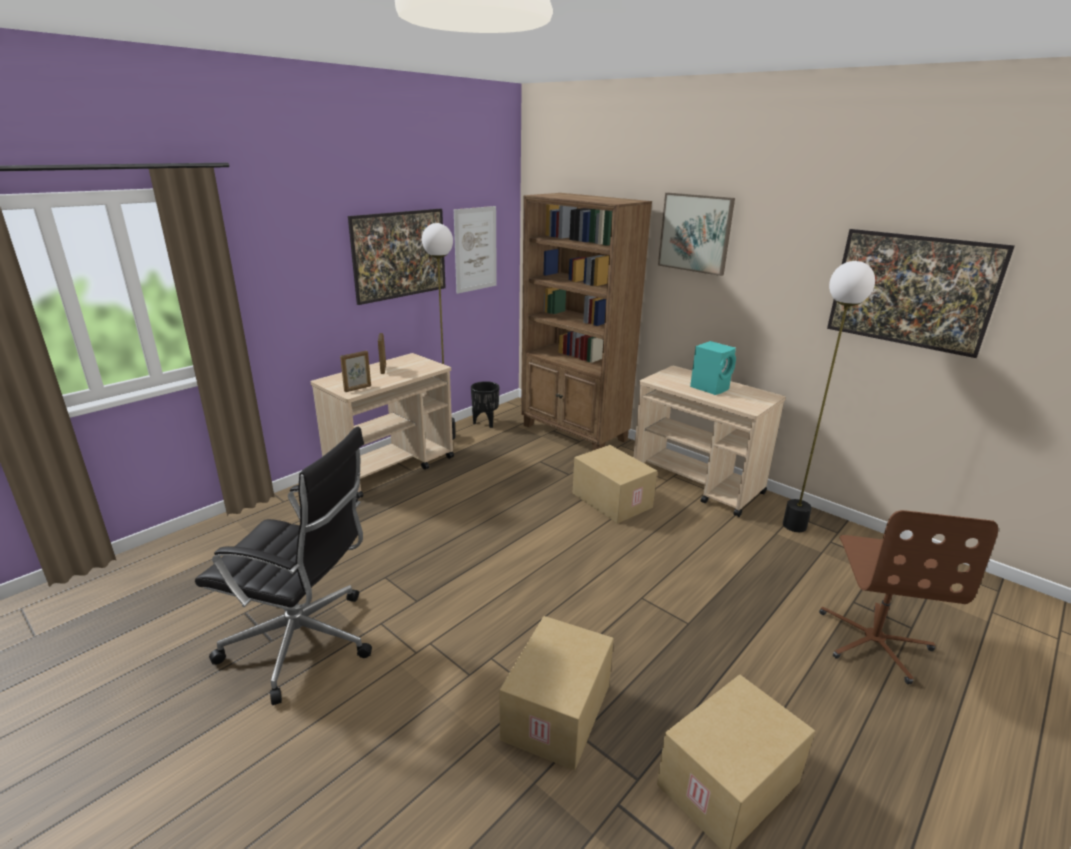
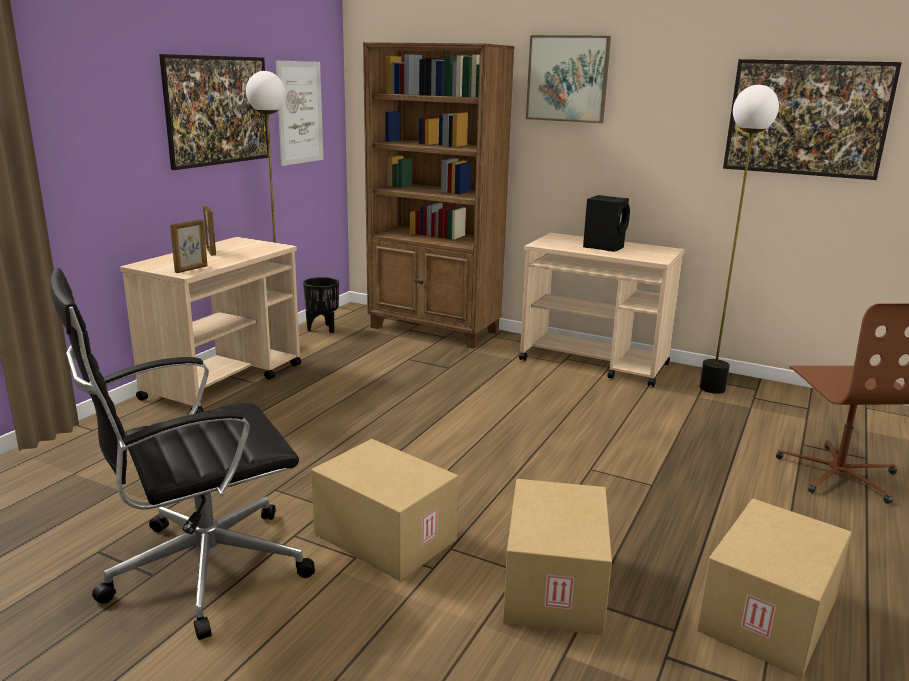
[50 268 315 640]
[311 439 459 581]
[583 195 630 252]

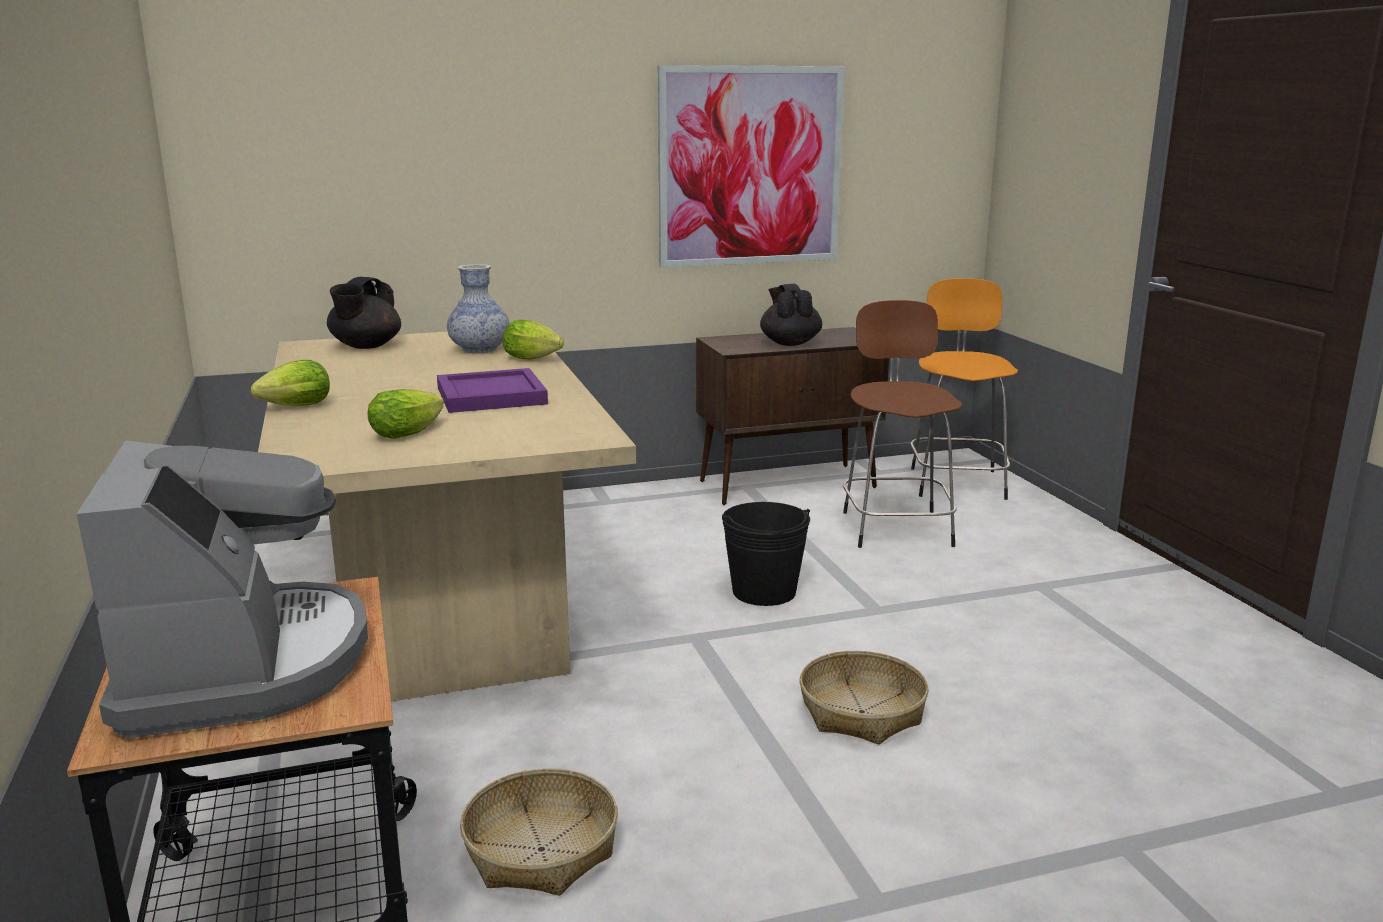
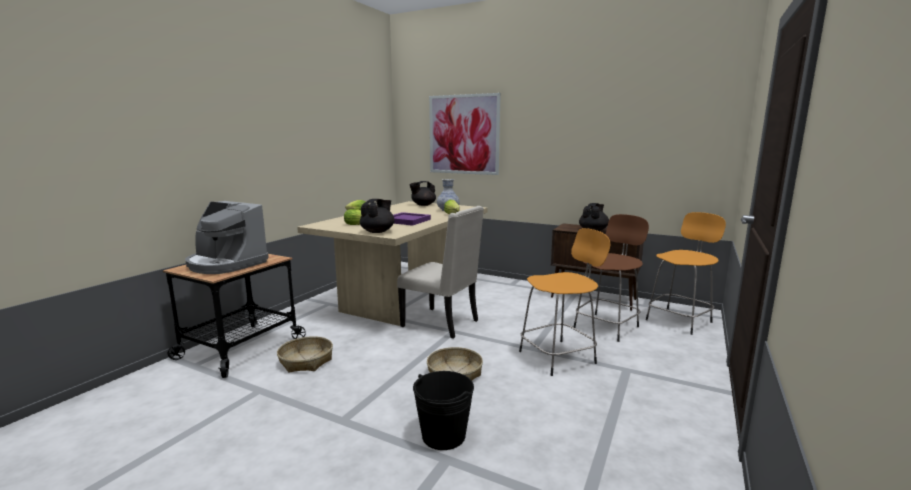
[185 201 269 274]
[360 199 395 233]
[397 206 484 339]
[413 371 474 450]
[429 93 501 175]
[519 228 611 376]

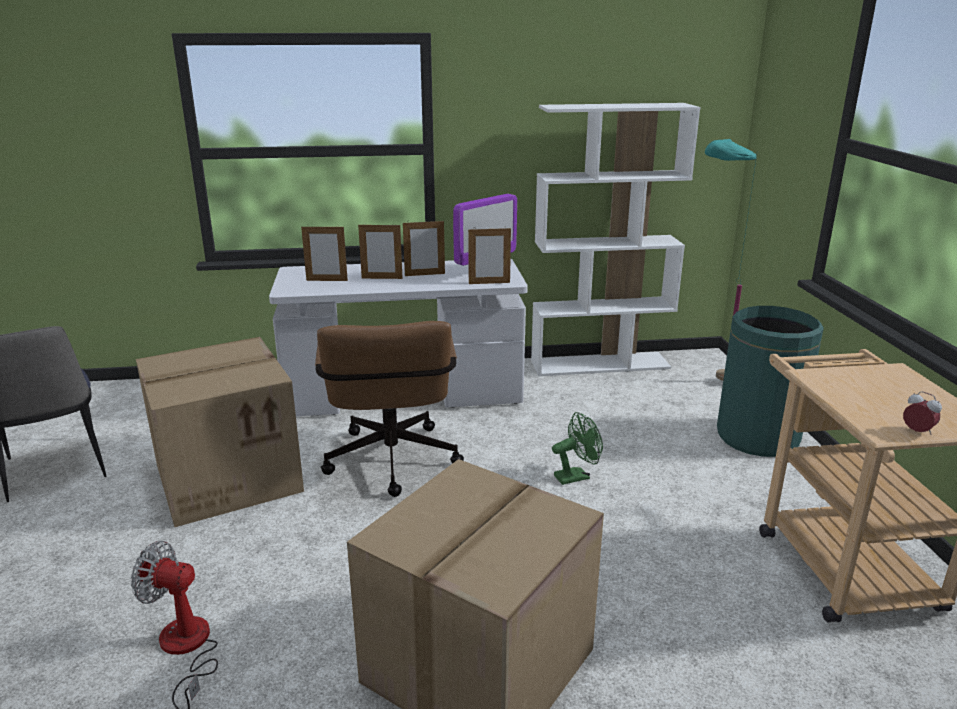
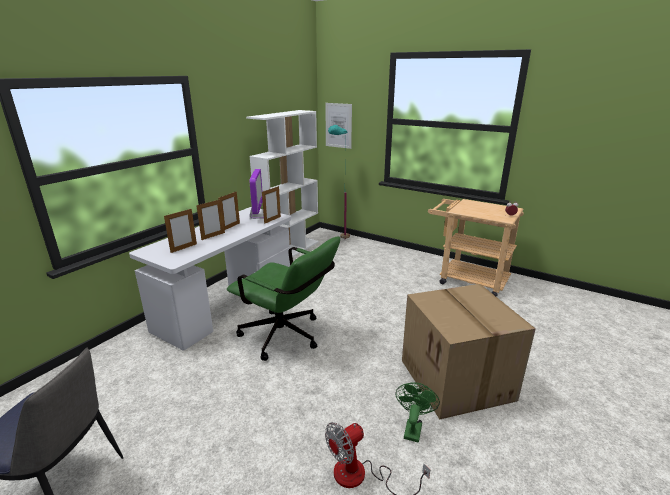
[227 237 340 361]
[325 103 352 149]
[395 382 440 443]
[136 337 304 527] (first image)
[717 306 824 457] (first image)

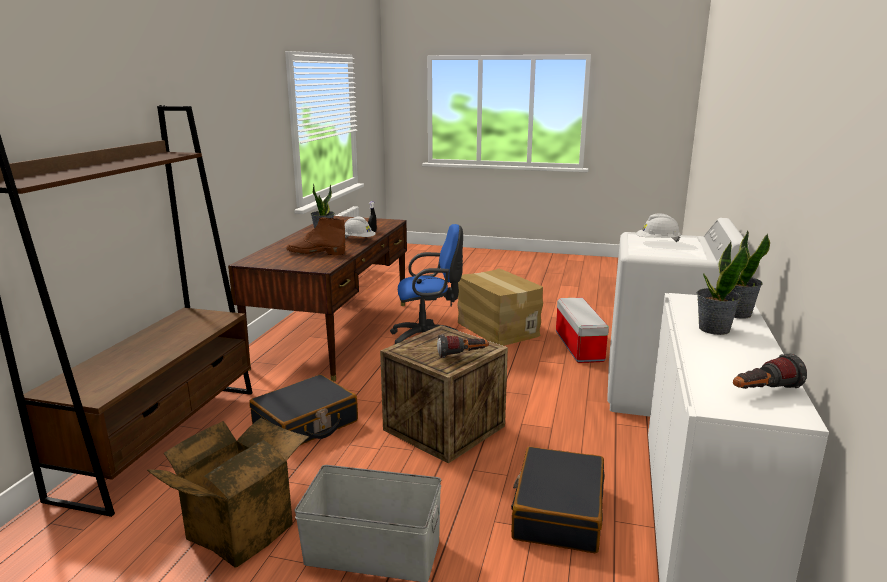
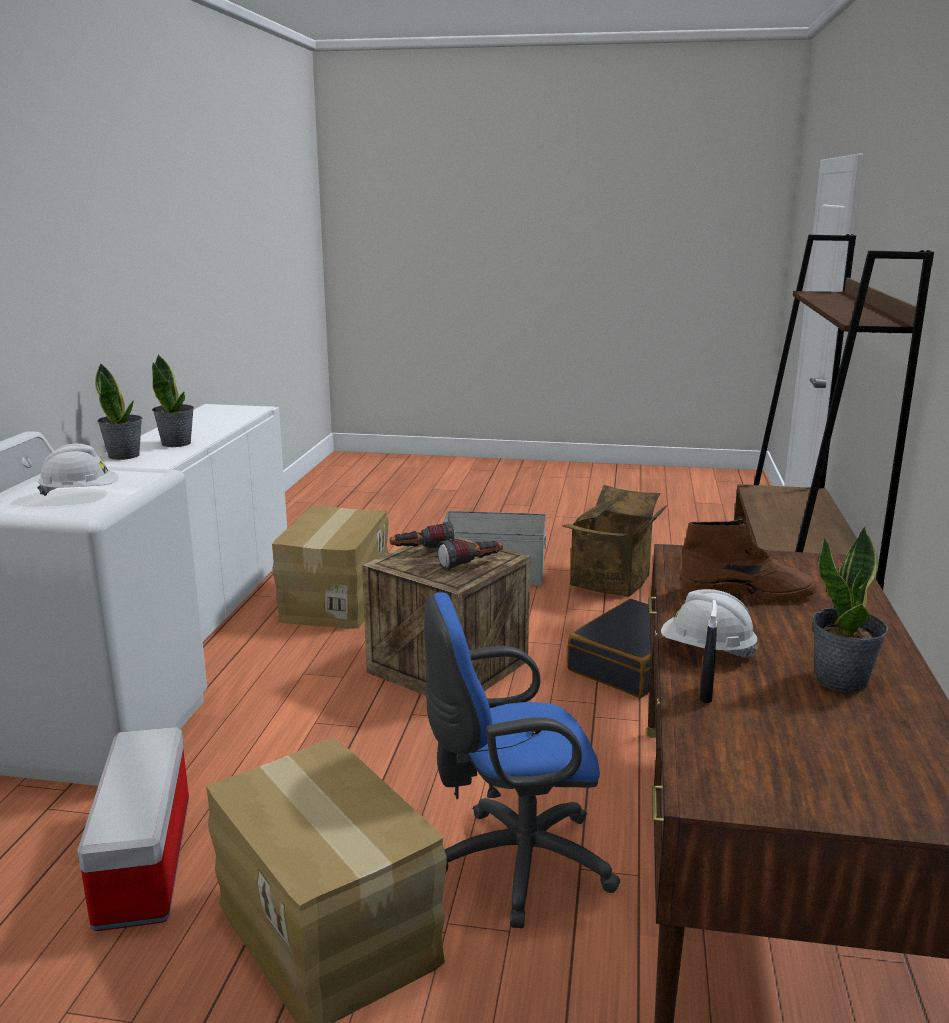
[272 505 388 629]
[438 540 503 571]

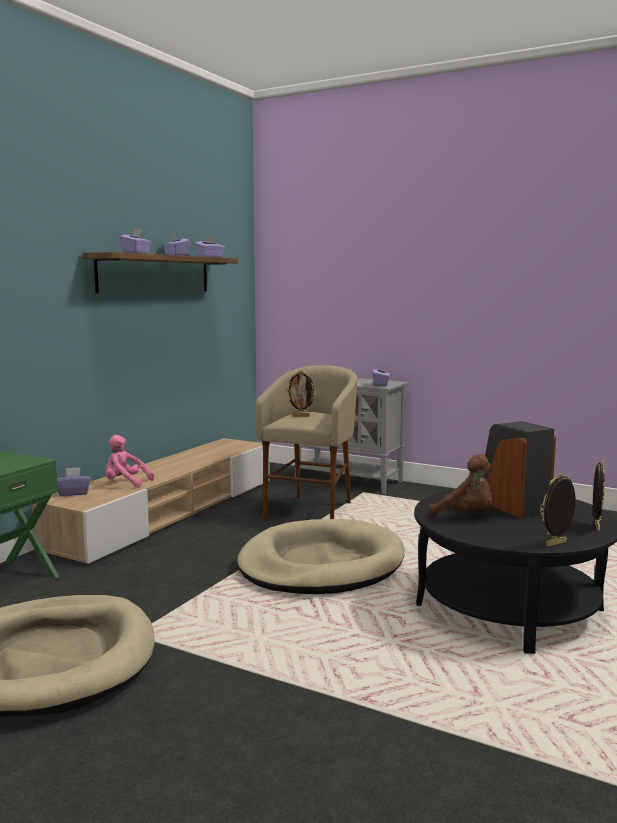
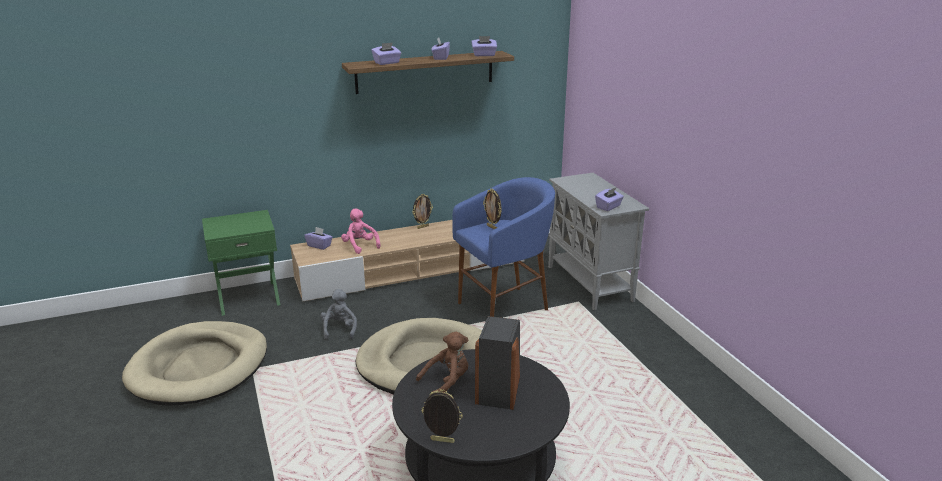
[320 289 357 339]
[413 194 433 229]
[416 332 468 393]
[452 177 555 317]

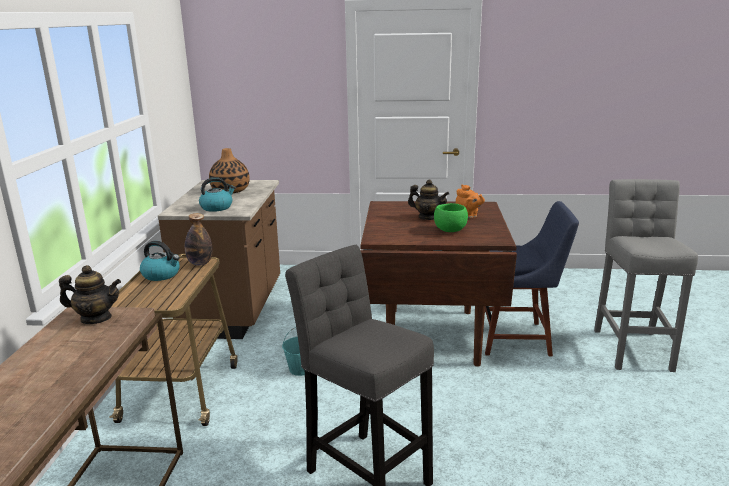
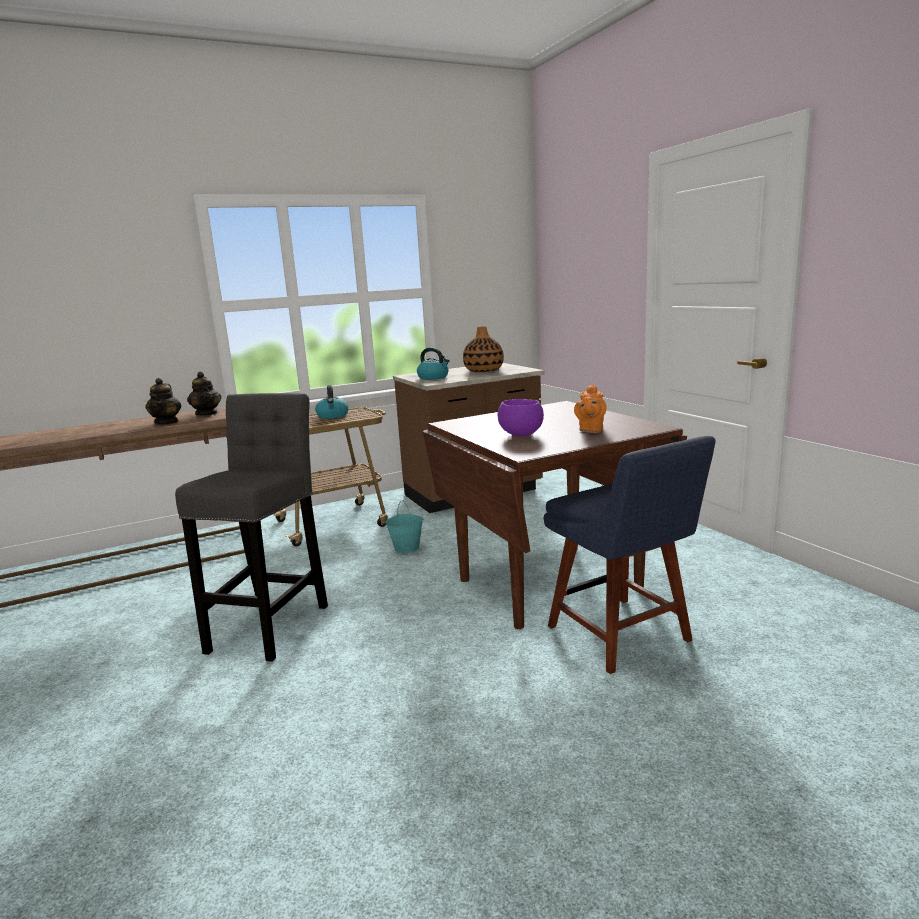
[146 378 181 424]
[498 399 544 436]
[185 213 213 266] (first image)
[594 179 698 372] (first image)

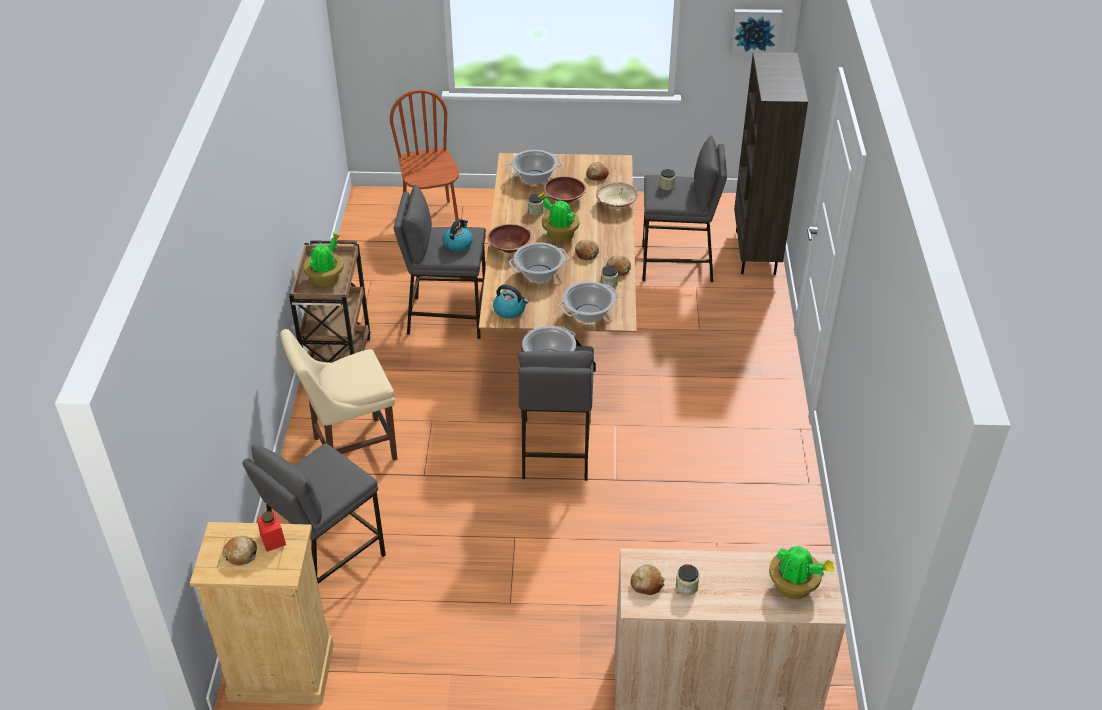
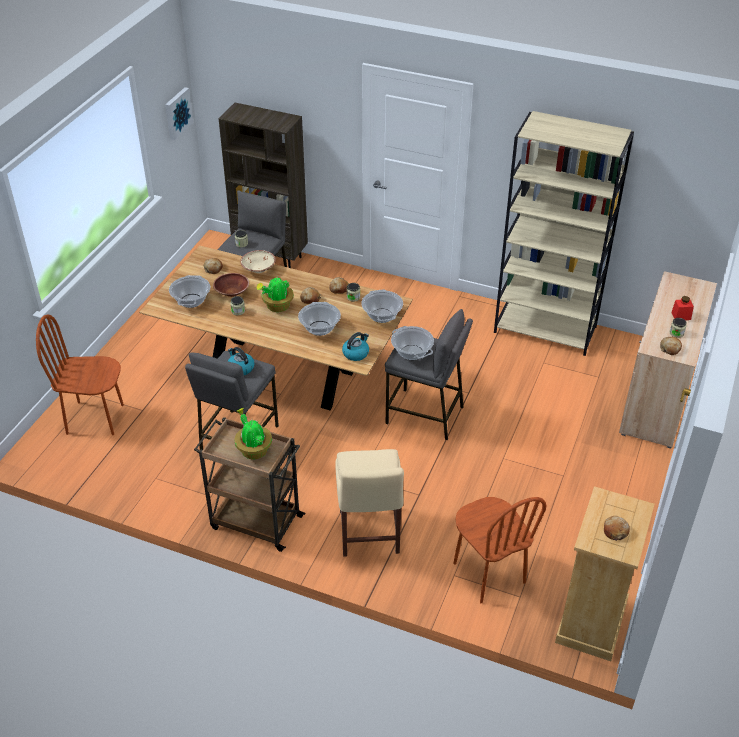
[453 497 547 603]
[494 111 634 356]
[671 296 694 320]
[488 224 532 253] (first image)
[769 544 834 599] (first image)

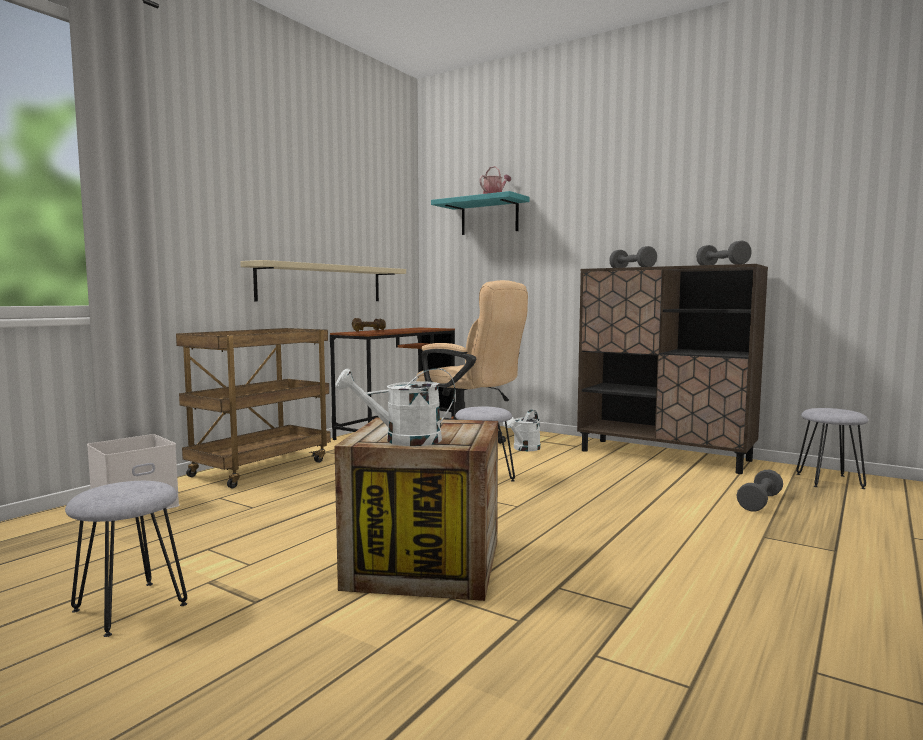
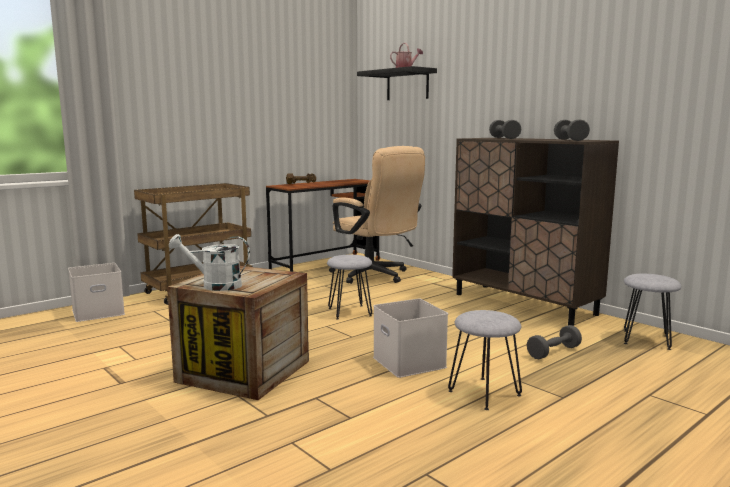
[357 66 437 100]
[373 299 448 378]
[448 310 522 410]
[240 260 406 302] (first image)
[503 410 541 451] (first image)

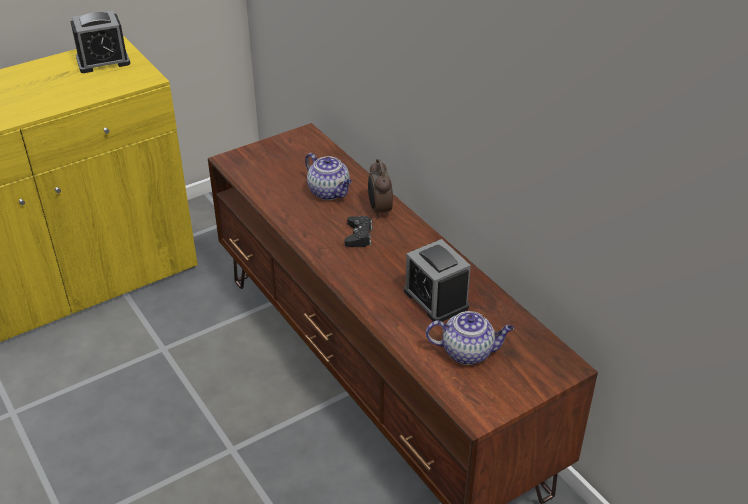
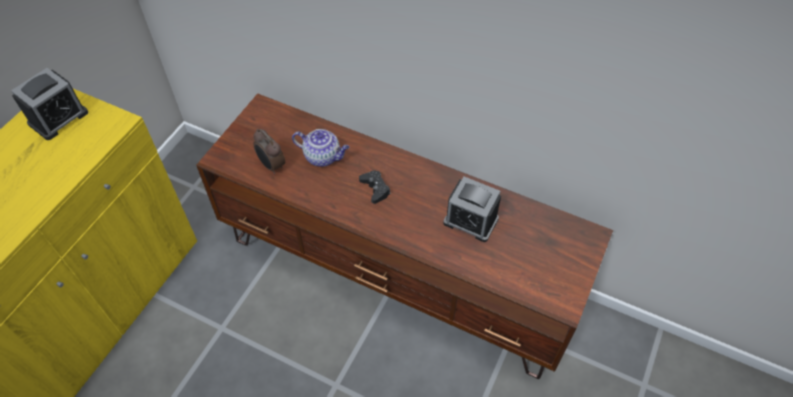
[253 129 285 174]
[426 311 514 365] (first image)

